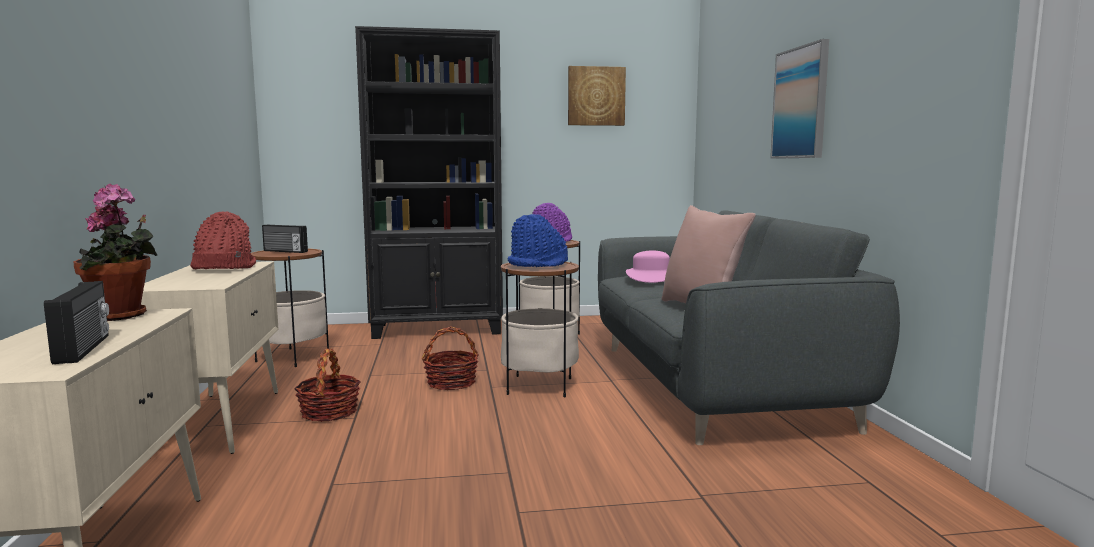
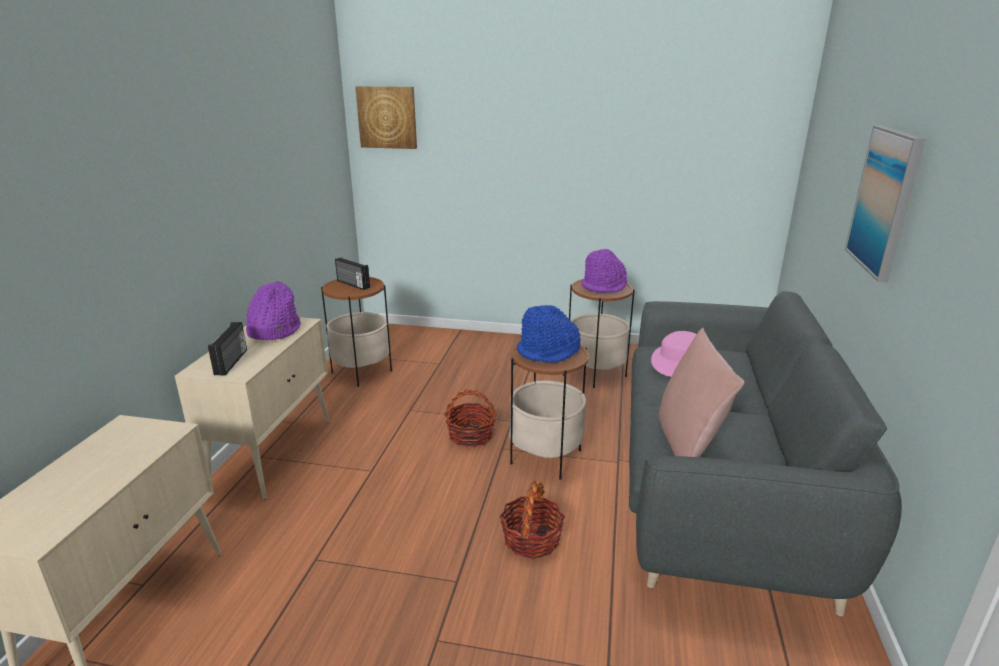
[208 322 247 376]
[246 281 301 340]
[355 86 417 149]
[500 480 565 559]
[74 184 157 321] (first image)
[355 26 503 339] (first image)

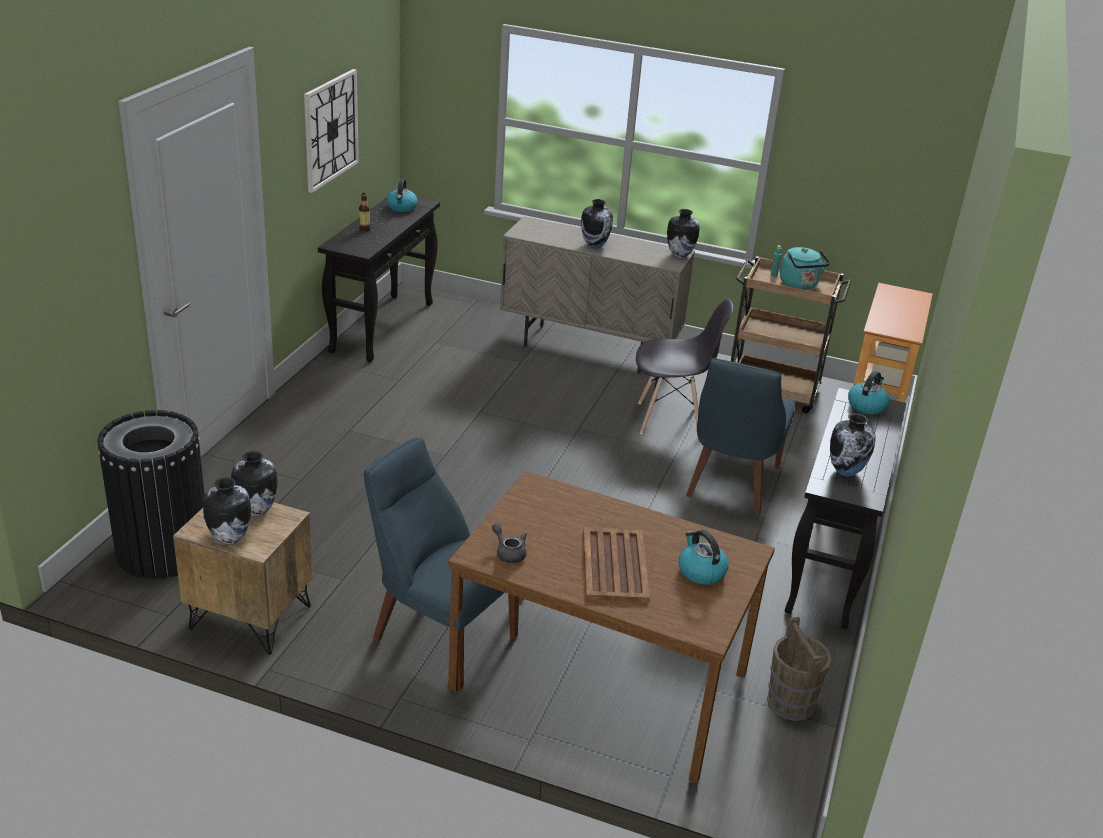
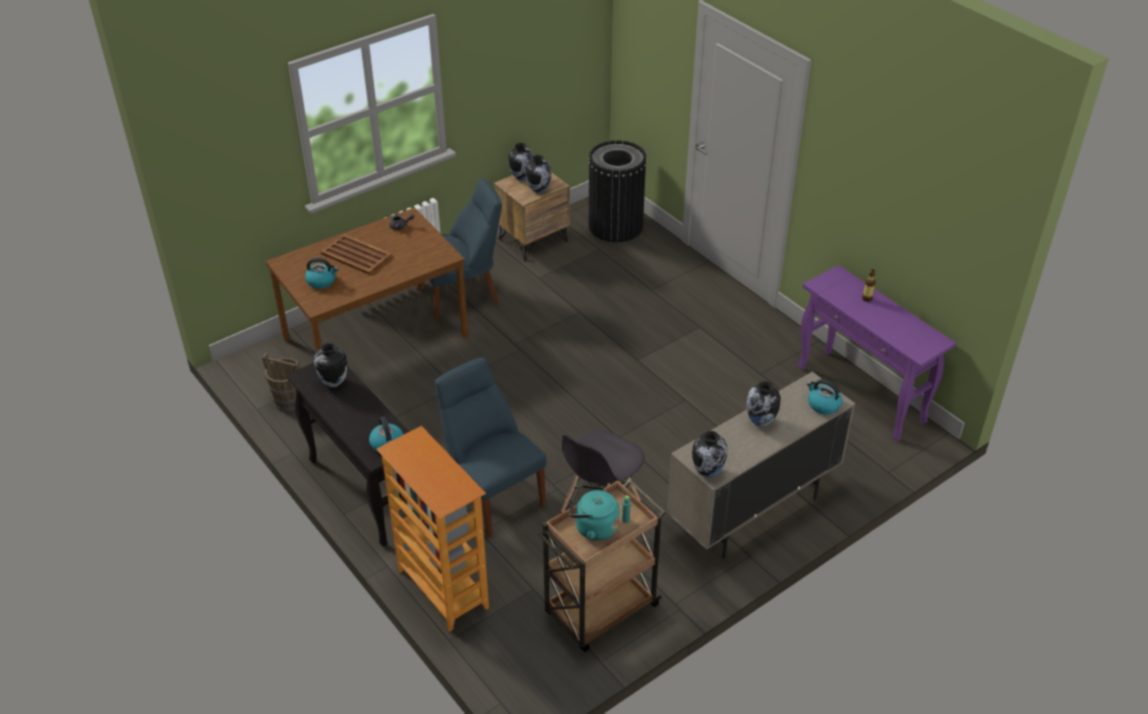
[797 265 956 441]
[807 379 842 414]
[304 69 359 193] (first image)

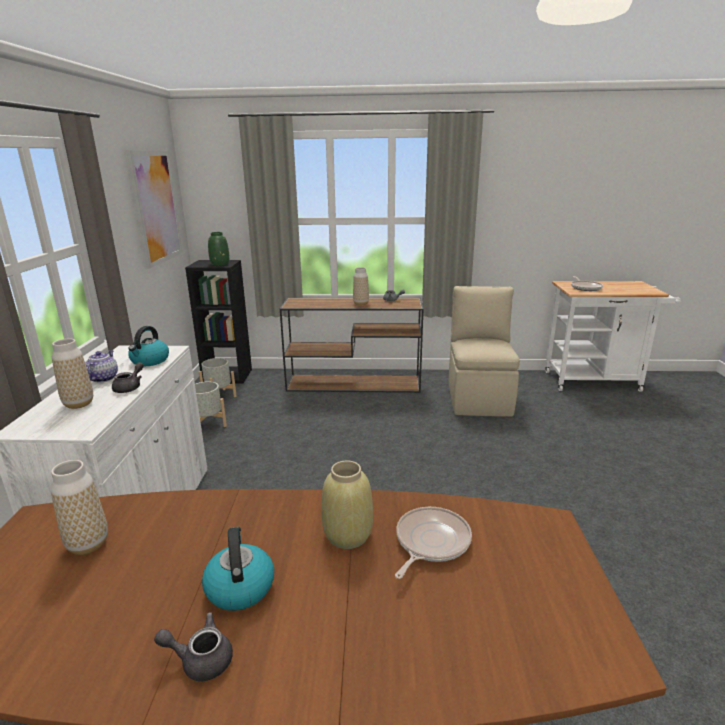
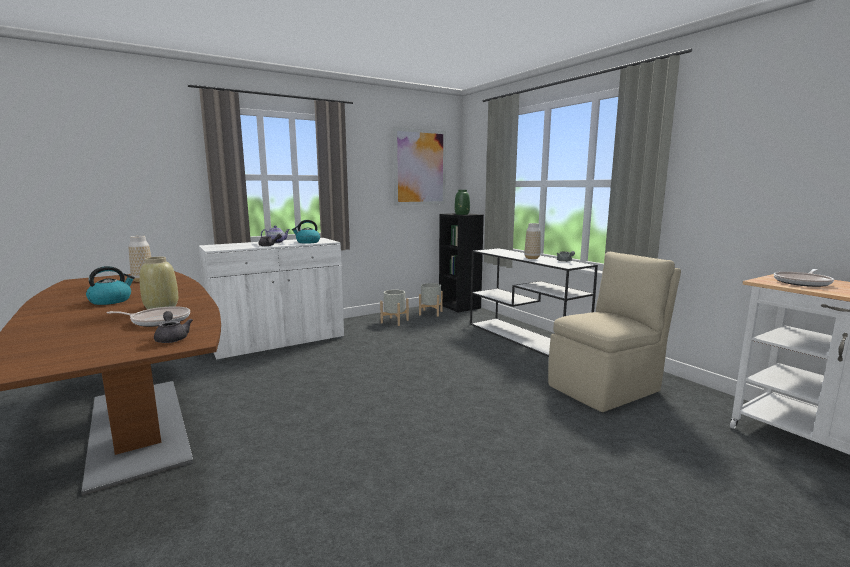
[154 311 193 343]
[470 248 598 357]
[52 338 93 409] (first image)

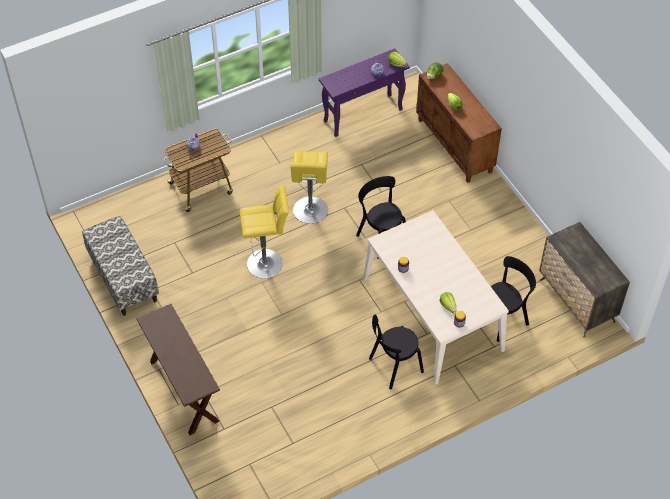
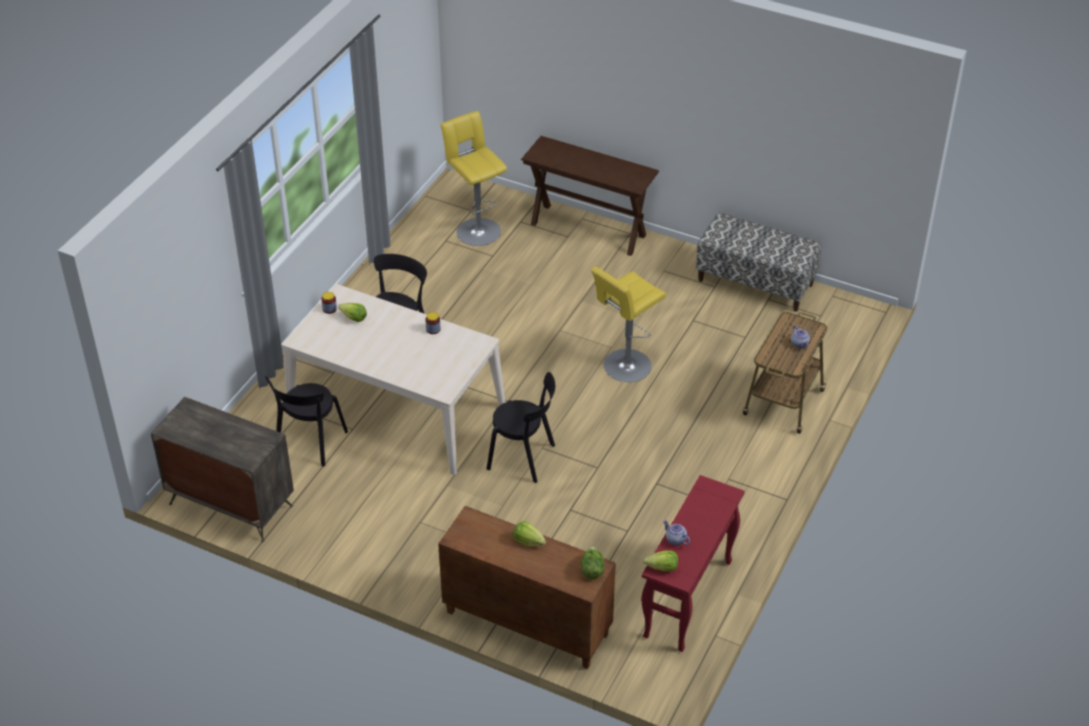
[440 111 507 246]
[642 475 745 652]

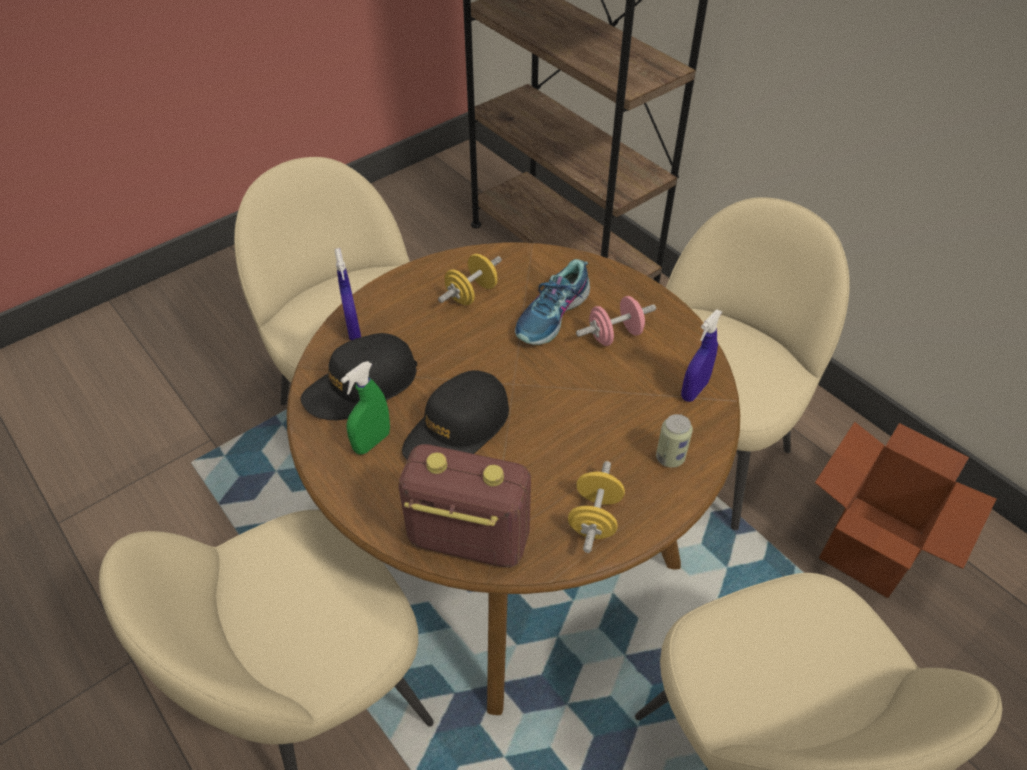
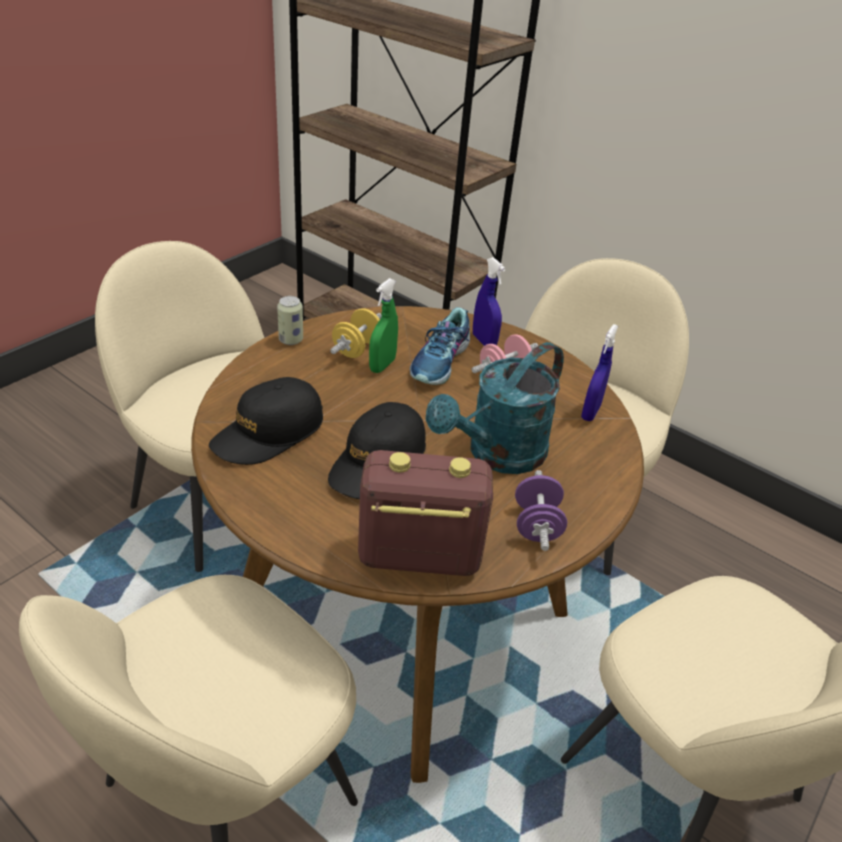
[277 296 303 345]
[369 278 398 373]
[426 342 564 474]
[473 257 506 346]
[515 470 567 551]
[815 422 996 598] (first image)

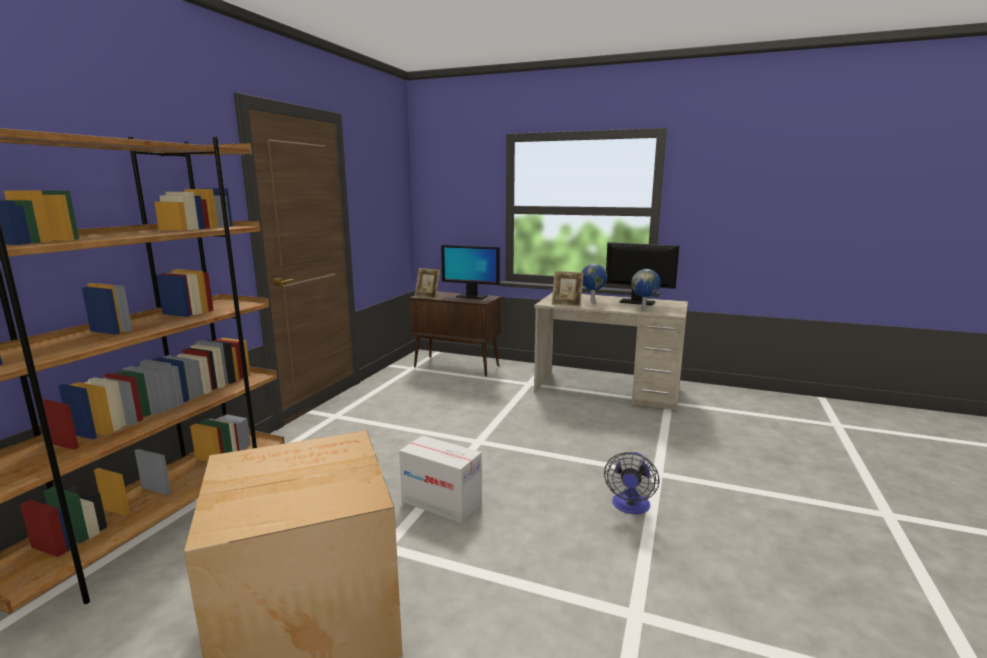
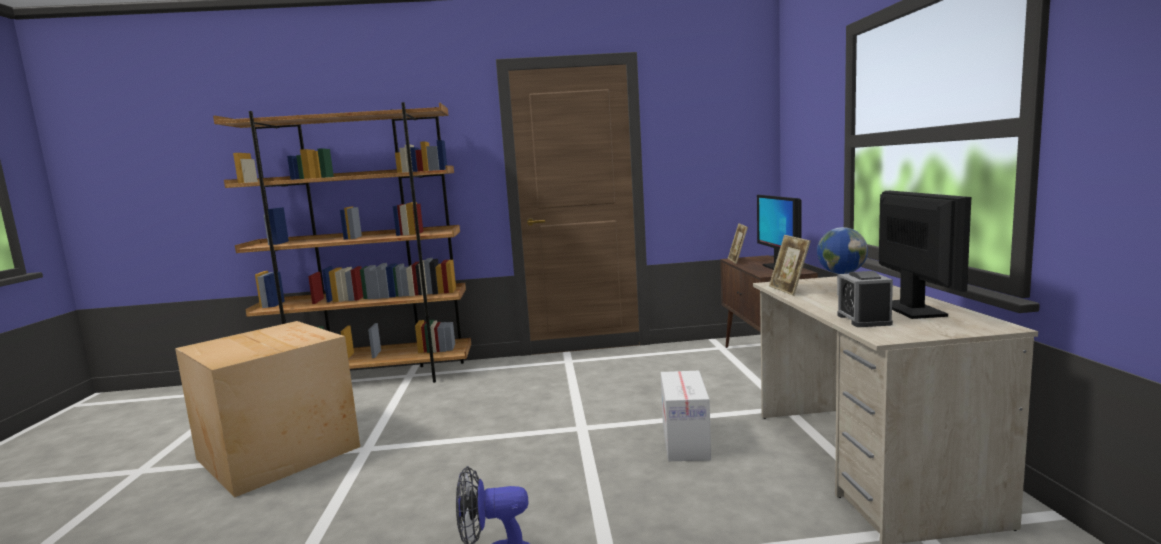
[661 371 711 461]
[837 271 893 327]

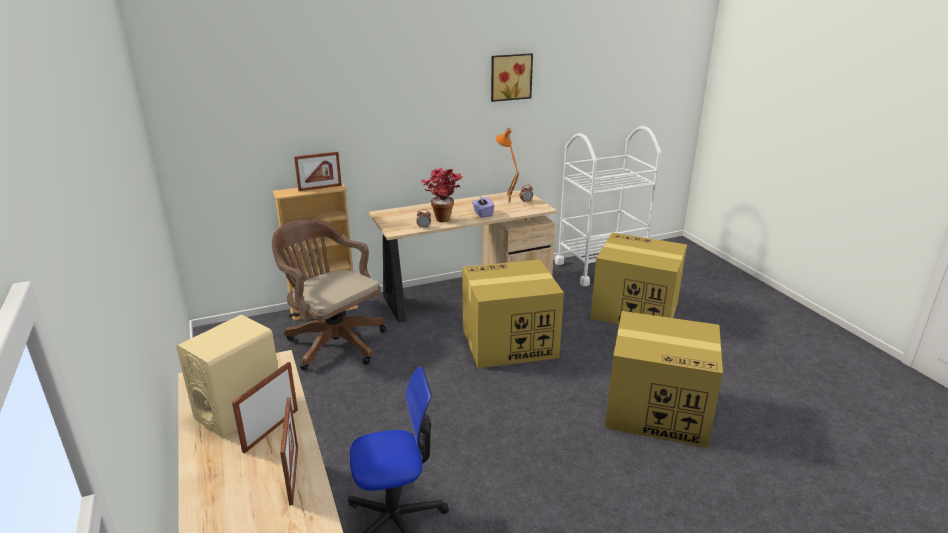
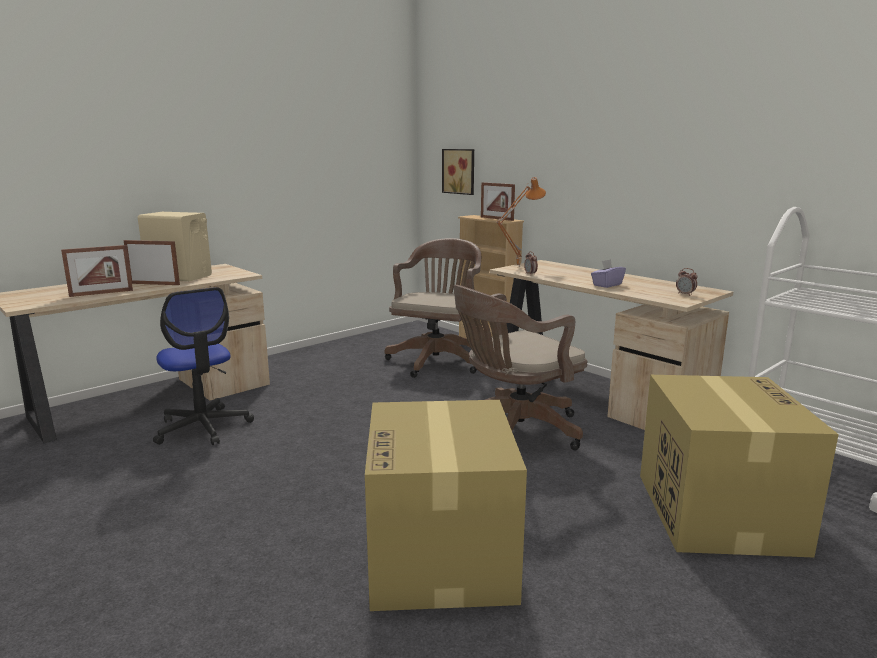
[442 149 474 195]
[454 285 587 450]
[496 177 546 267]
[421 168 463 222] (first image)

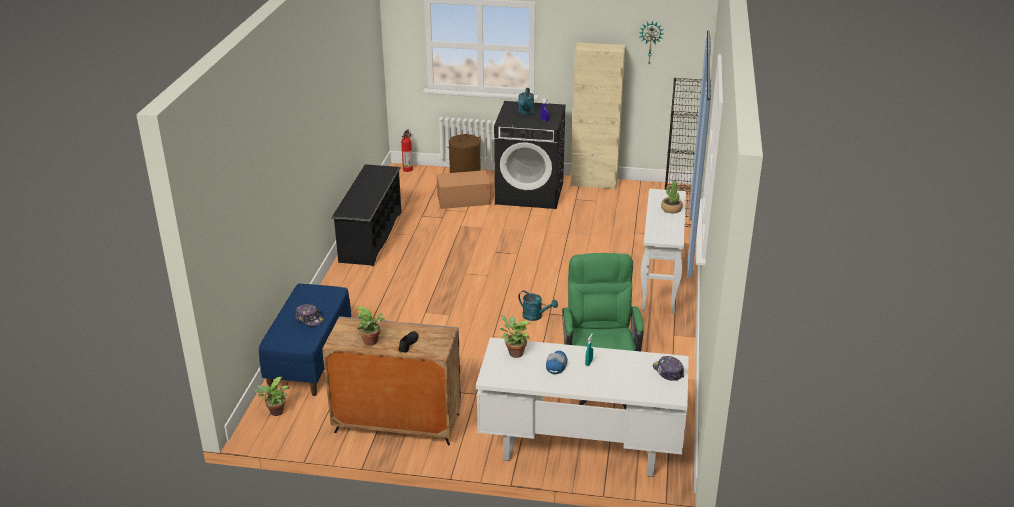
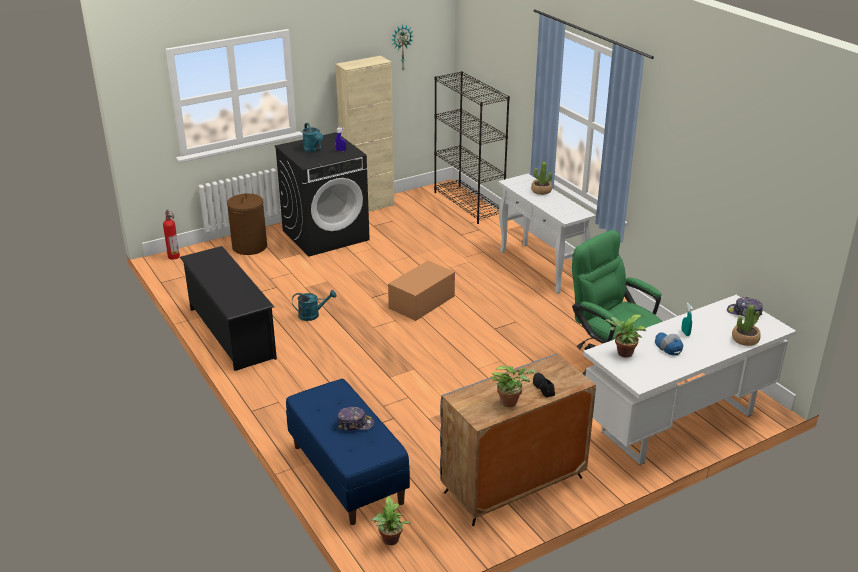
[292 290 337 321]
[388 261 455 321]
[732 305 761 346]

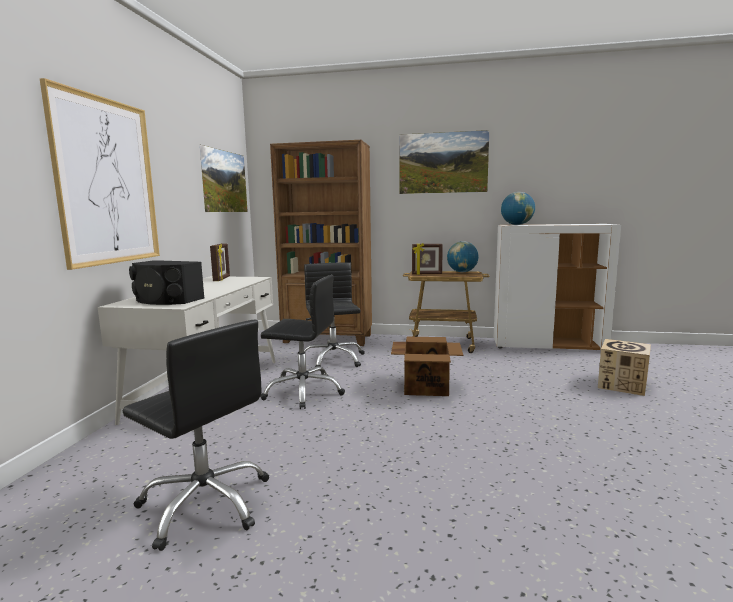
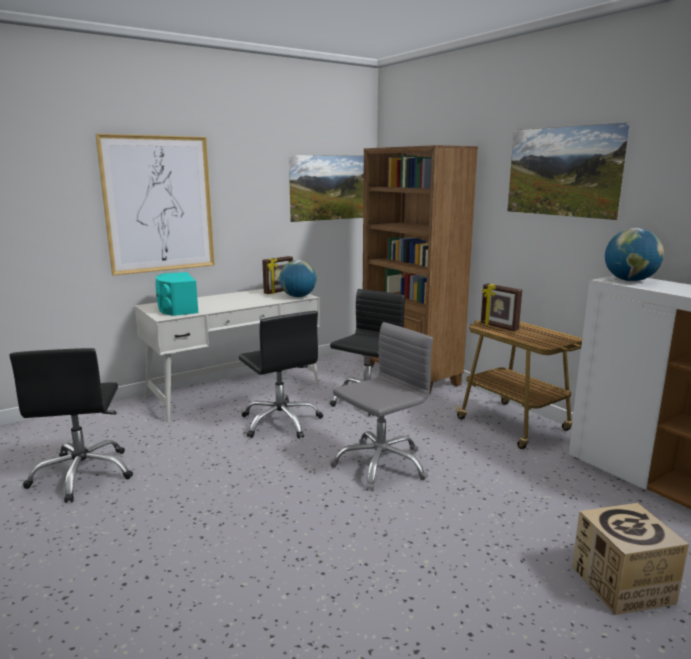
[156 272 198 316]
[279 260 316 297]
[330 322 433 491]

